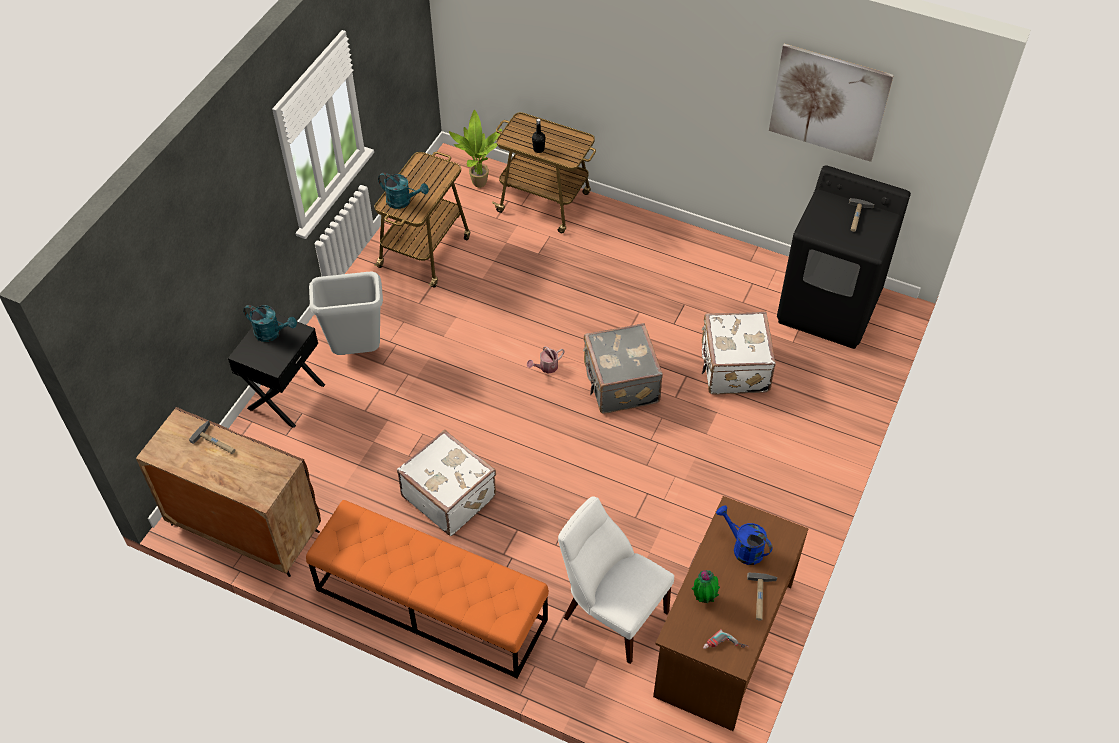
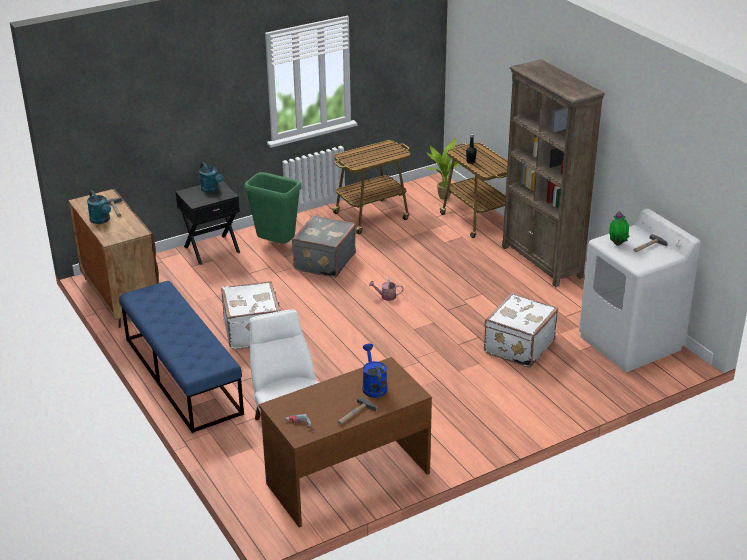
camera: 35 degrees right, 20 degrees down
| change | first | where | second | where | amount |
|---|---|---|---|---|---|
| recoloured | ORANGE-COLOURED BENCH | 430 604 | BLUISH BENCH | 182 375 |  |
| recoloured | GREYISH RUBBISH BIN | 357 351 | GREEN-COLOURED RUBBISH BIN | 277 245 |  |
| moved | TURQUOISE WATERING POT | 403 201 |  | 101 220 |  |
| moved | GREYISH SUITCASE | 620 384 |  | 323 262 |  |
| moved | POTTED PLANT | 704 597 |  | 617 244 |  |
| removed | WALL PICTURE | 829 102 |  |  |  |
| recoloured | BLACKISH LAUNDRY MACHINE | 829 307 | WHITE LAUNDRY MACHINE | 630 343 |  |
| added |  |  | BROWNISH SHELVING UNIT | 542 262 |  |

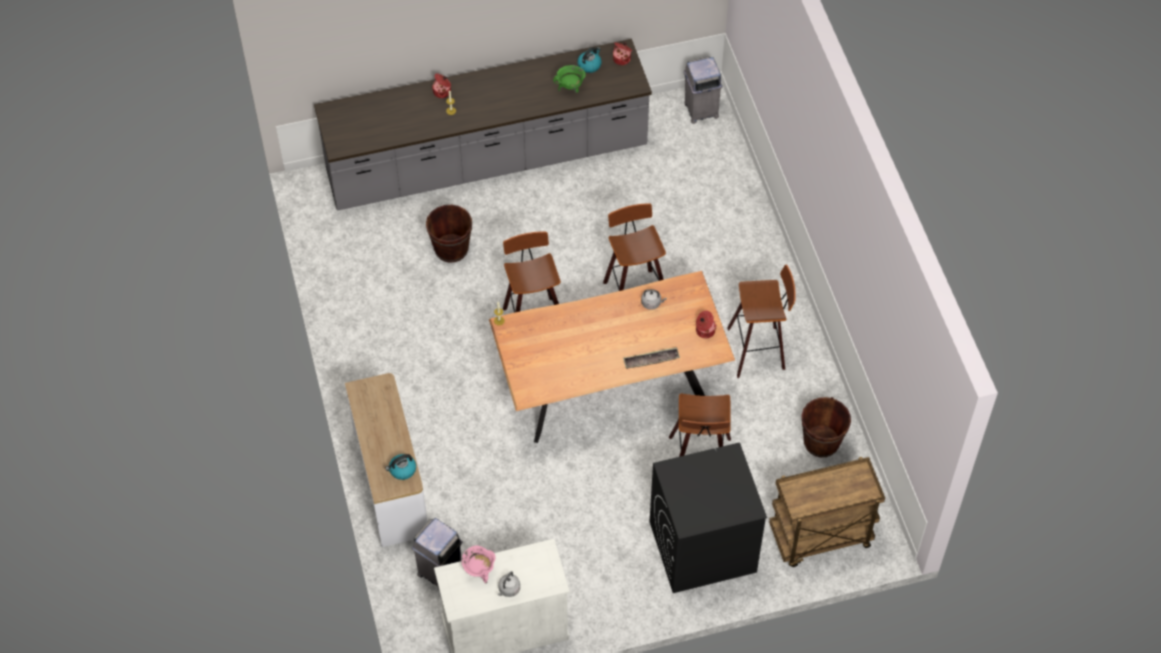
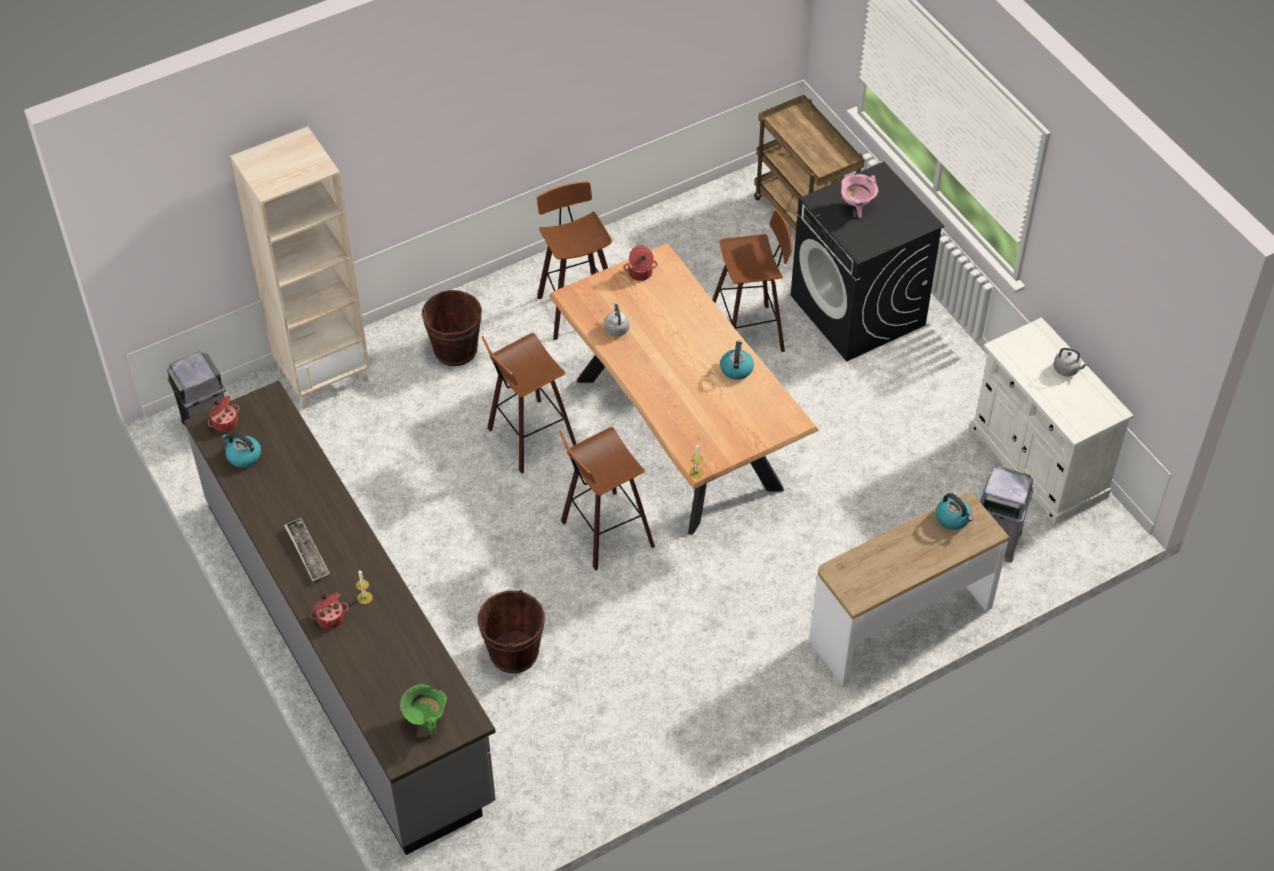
camera: 105 degrees left, 5 degrees down
| change | first | where | second | where | amount |
|---|---|---|---|---|---|
| moved | PINK-COLOURED STOCKPOT | 479 571 |  | 856 206 |  |
| moved | GREEN-COLOURED STOCKPOT | 570 88 |  | 425 721 |  |
| moved | SERVING TRAY | 651 360 |  | 307 553 |  |
| moved | BROWNISH PAIL | 821 442 |  | 455 349 |  |
| added |  |  | SAND-COLOURED SHELVING UNIT | 323 374 |  |
| added |  |  | WATER KETTLE | 736 368 |  |

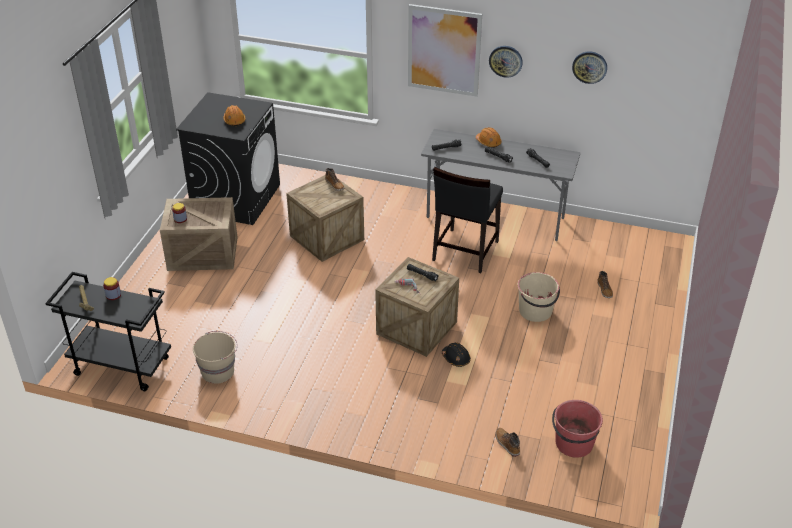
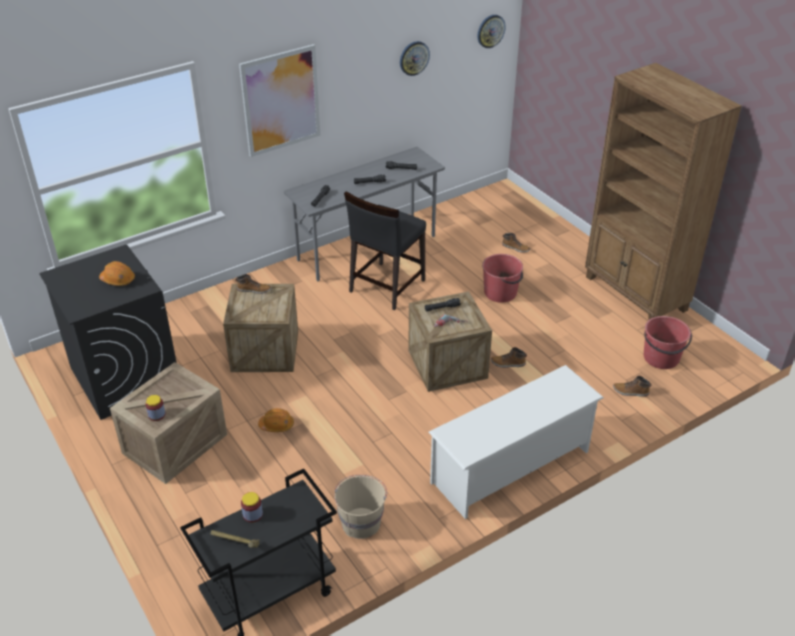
camera: 50 degrees left, 0 degrees up
| change | first | where | second | where | amount |
|---|---|---|---|---|---|
| turned | BLACKISH CHAIR | 464 251 |  | 386 286 | 60 degrees clockwise |
| replaced | BLACKISH HARD HAT | 456 358 | HIGH-TOP BOOT | 508 363 |  |
| moved | ORANGE-COLOURED HARD HAT | 488 142 |  | 277 425 |  |
| moved | HANGING CLOCK | 505 61 |  | 490 31 |  |
| recoloured | SAND-COLOURED PAIL | 536 311 | REDDISH PAIL | 501 292 |  |
| added |  |  | WHITE SHOE STAND | 511 467 |  |
| added |  |  | BROWNISH SHELVING UNIT | 635 294 |  |

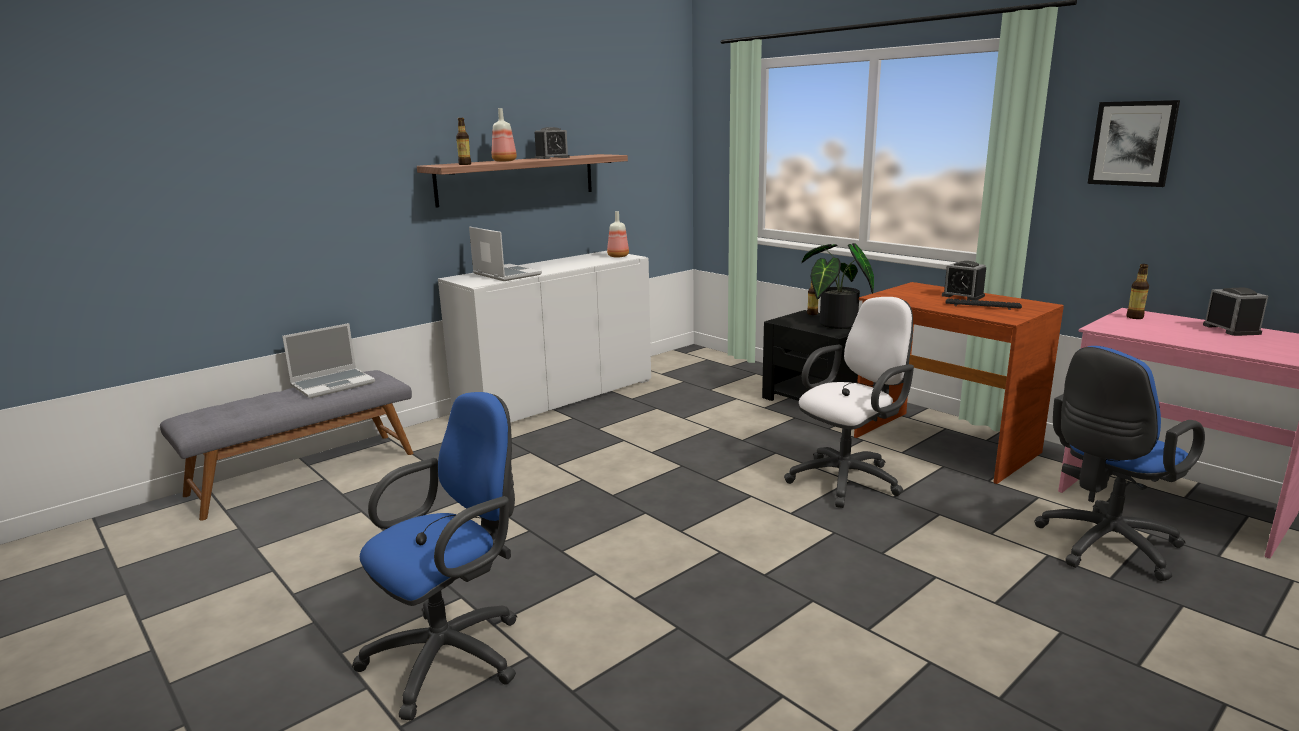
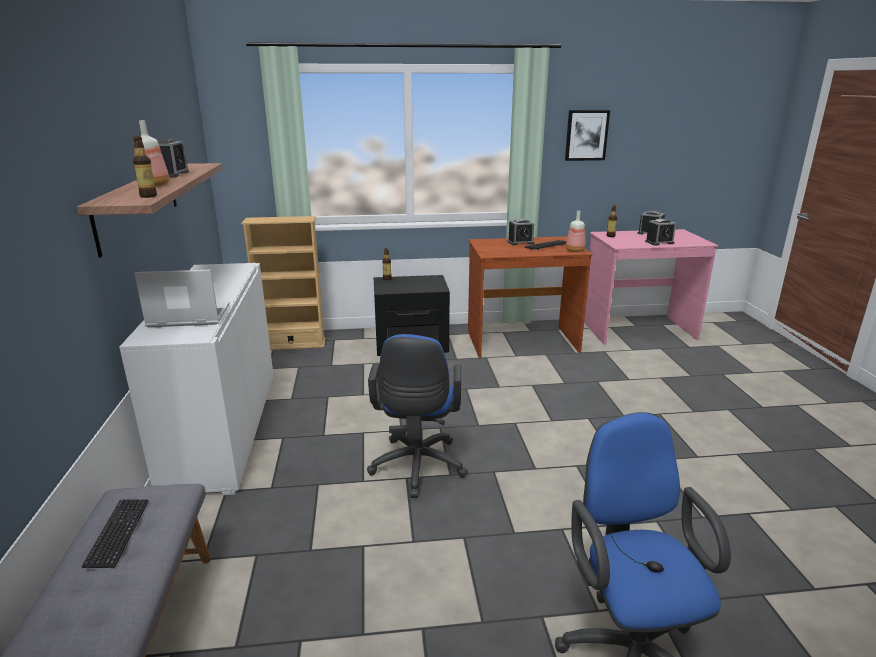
camera: 55 degrees left, 5 degrees up
| change | first | where | second | where | amount |
|---|---|---|---|---|---|
| replaced | PORTABLE COMPUTER | 333 384 | COMPUTER KEYBOARD | 118 533 |  |
| moved | DRINK BOTTLE | 617 256 |  | 575 250 |  |
| removed | WHITE DESK CHAIR | 849 479 |  |  |  |
| removed | POTTED PLANT | 834 325 |  |  |  |
| moved | BLUISH DESK CHAIR | 1103 547 |  | 417 469 |  |
| added |  |  | SAND-COLOURED SHELVING UNIT | 292 344 |  |
| added |  |  | TABLE CLOCK | 659 242 |  |

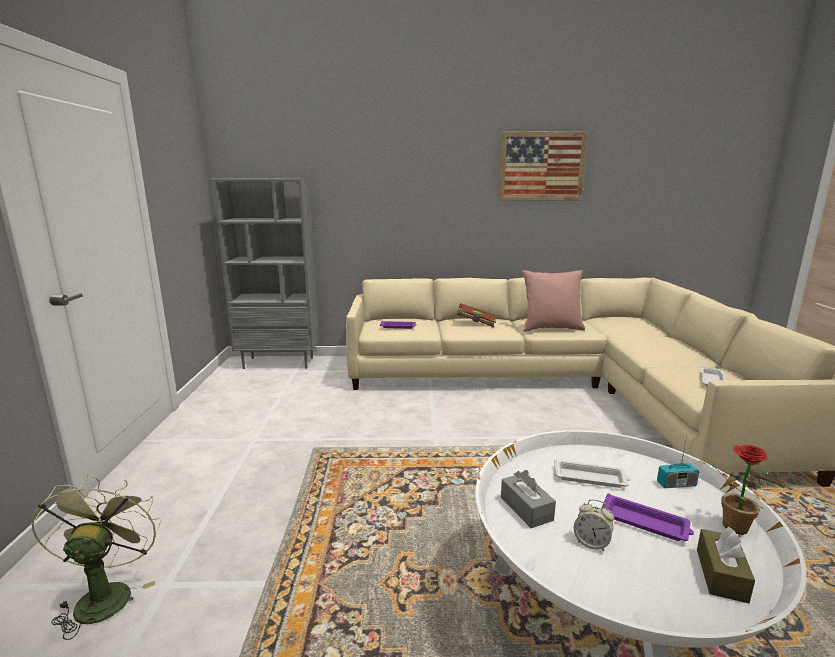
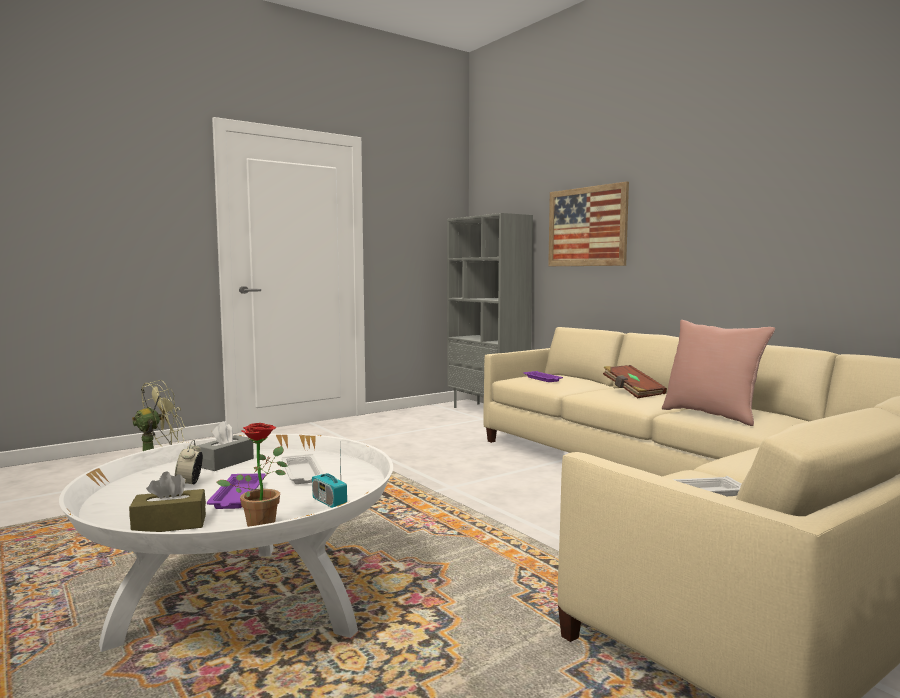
camera: 55 degrees right, 10 degrees down
| change | first | where | second | where | amount |
|---|---|---|---|---|---|
| moved | WALL PICTURE | 541 166 |  | 587 227 |  |

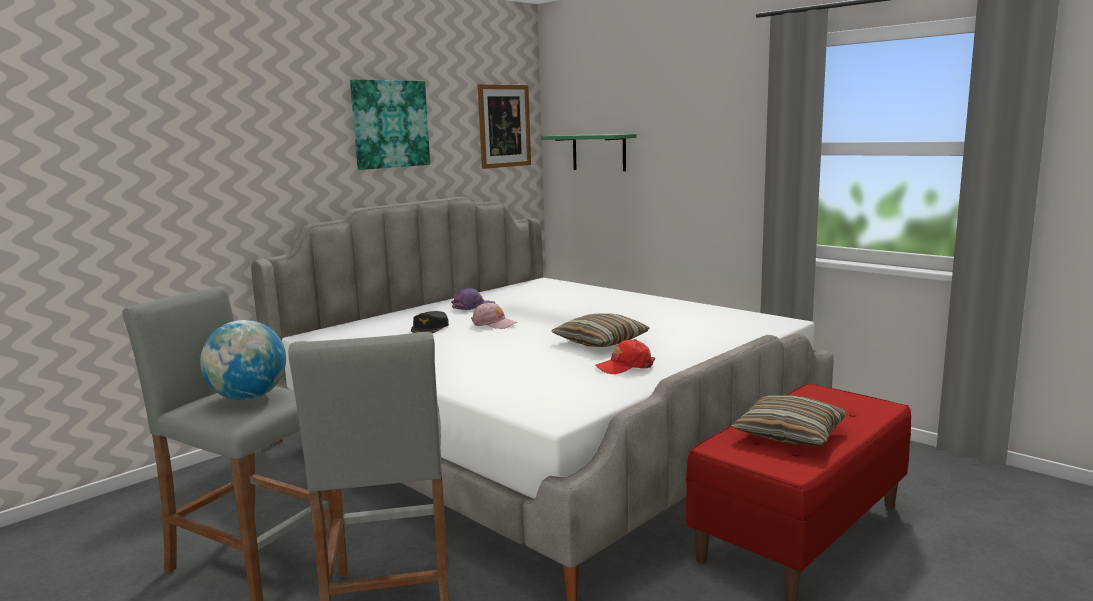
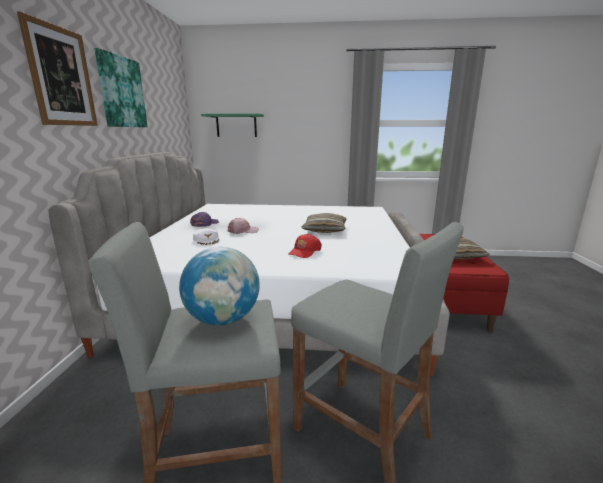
camera: 40 degrees left, 5 degrees up
| change | first | where | second | where | amount |
|---|---|---|---|---|---|
| recoloured | BLACKISH PEAKED CAP | 430 328 | WHITE PEAKED CAP | 207 240 |  |
| moved | WALL PICTURE | 504 126 |  | 61 77 |  |
| moved | REDDISH PEAKED CAP | 625 366 |  | 304 251 |  |

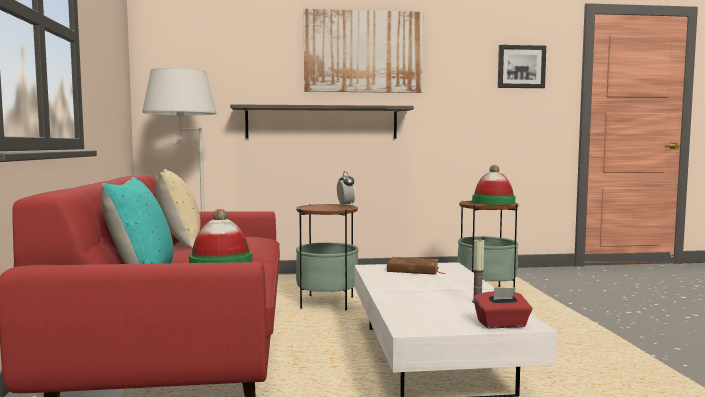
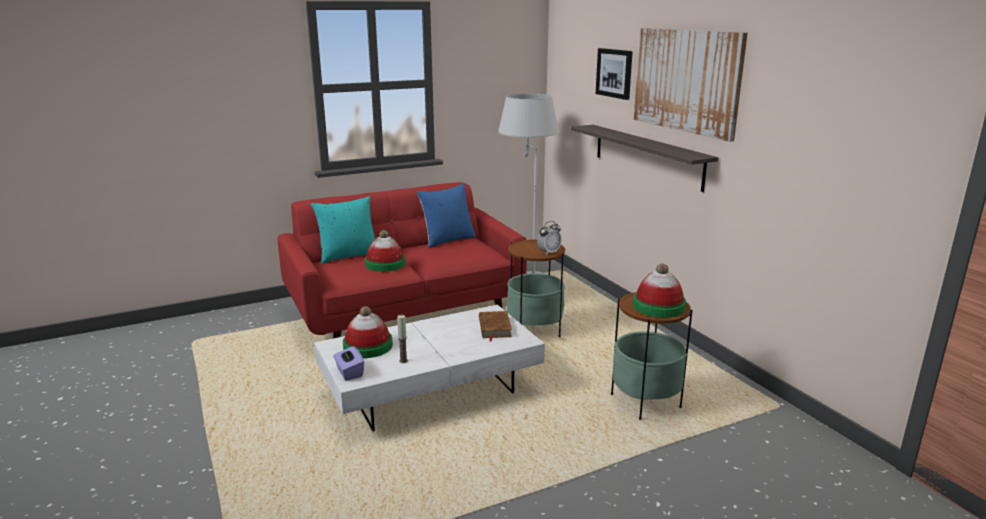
camera: 70 degrees right, 15 degrees up
| change | first | where | second | where | amount |
|---|---|---|---|---|---|
| recoloured | SAND-COLOURED CUSHION | 179 243 | BLUISH CUSHION | 447 240 |  |
| recoloured | REDDISH TISSUE HOLDER | 502 324 | PURPLISH TISSUE HOLDER | 349 372 |  |
| moved | WALL PICTURE | 521 67 |  | 614 73 |  |
| added |  |  | HAT | 368 346 |  |

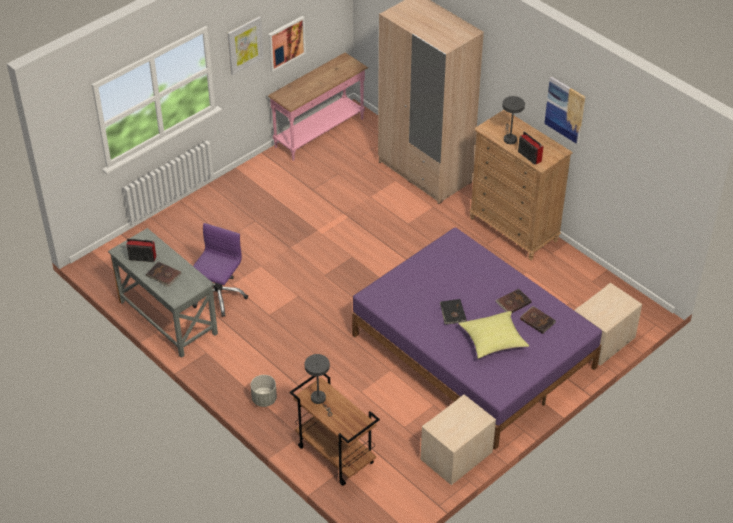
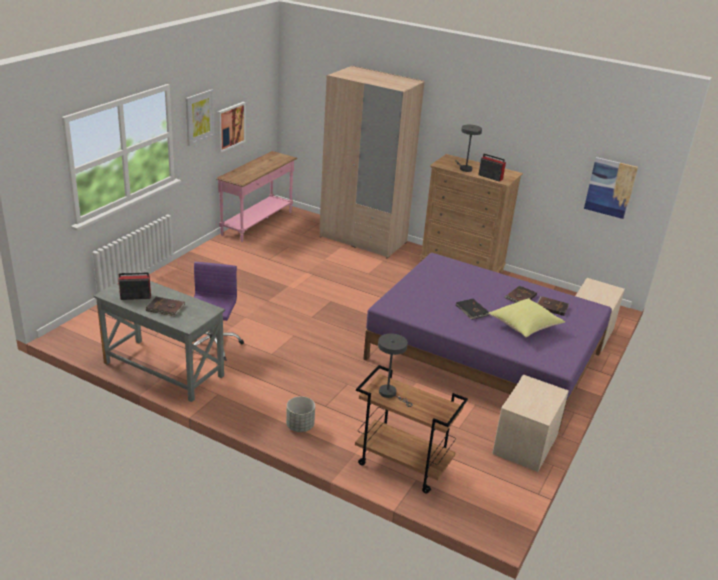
camera: 20 degrees left, 15 degrees down
| change | first | where | second | where | amount |
|---|---|---|---|---|---|
| moved | WALL PICTURE | 565 110 |  | 610 187 |  |

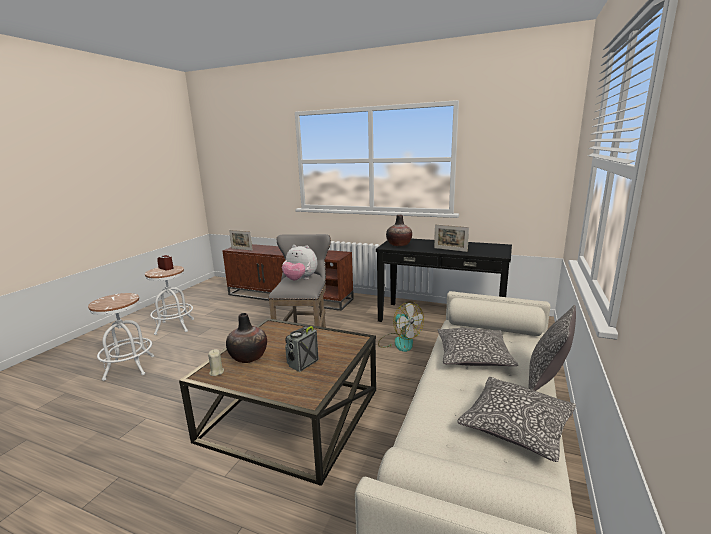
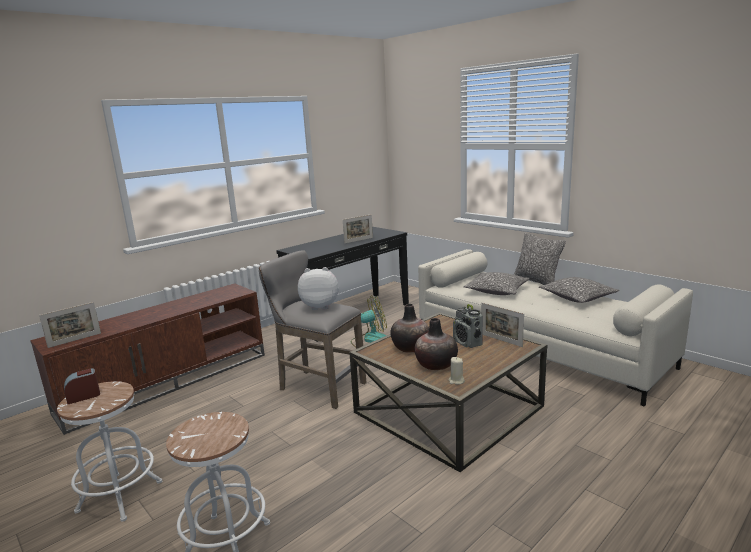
camera: 65 degrees left, 0 degrees up
| change | first | where | second | where | amount |
|---|---|---|---|---|---|
| turned | SOFT TOY | 300 280 |  | 320 306 | 135 degrees counterclockwise |
| moved | DECORATIVE VASE | 399 244 |  | 410 348 |  |
| added |  |  | PHOTO FRAME | 501 340 |  |

